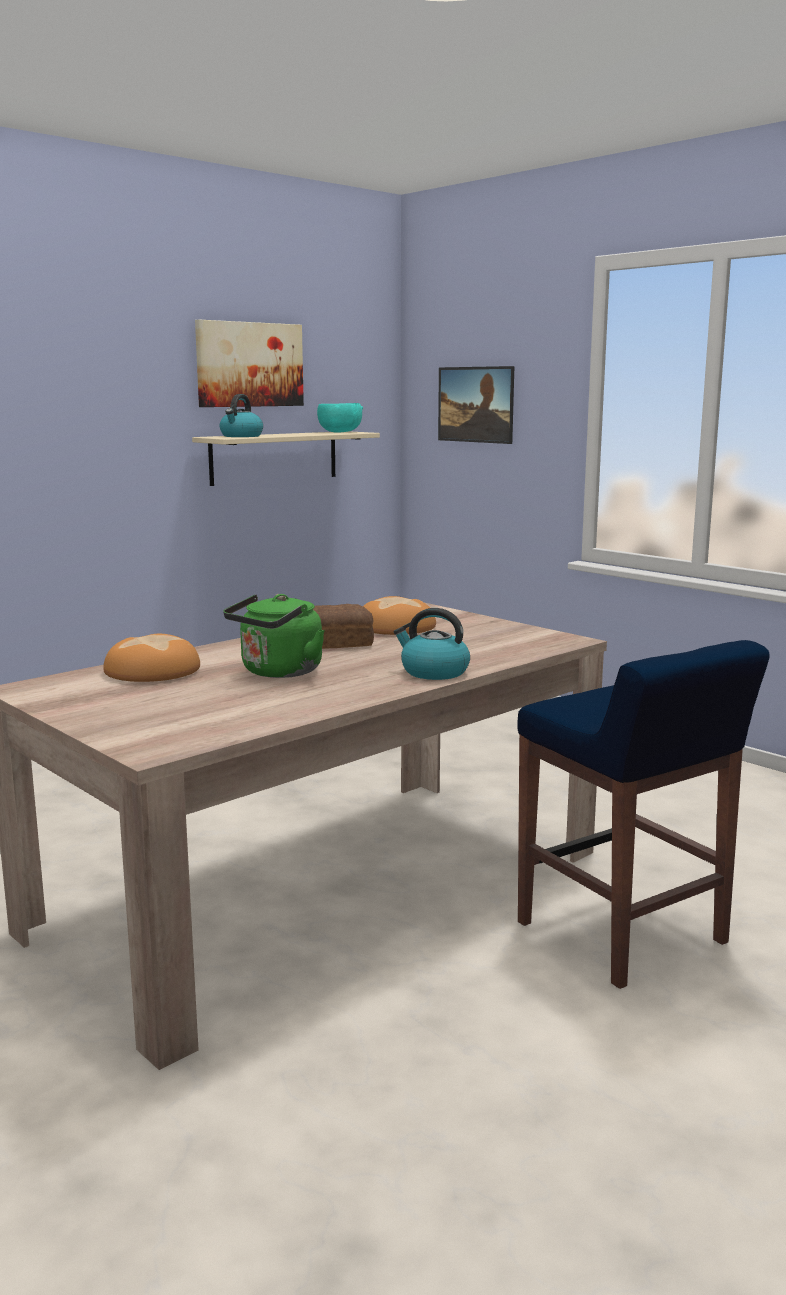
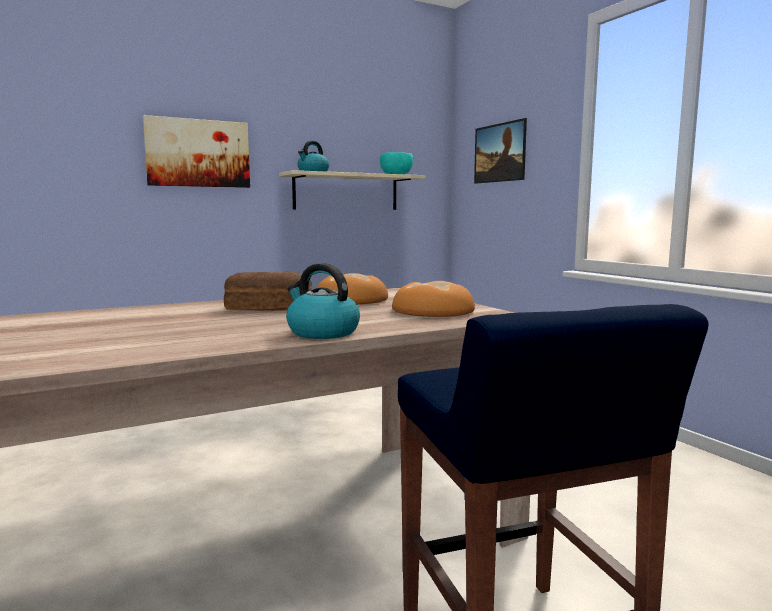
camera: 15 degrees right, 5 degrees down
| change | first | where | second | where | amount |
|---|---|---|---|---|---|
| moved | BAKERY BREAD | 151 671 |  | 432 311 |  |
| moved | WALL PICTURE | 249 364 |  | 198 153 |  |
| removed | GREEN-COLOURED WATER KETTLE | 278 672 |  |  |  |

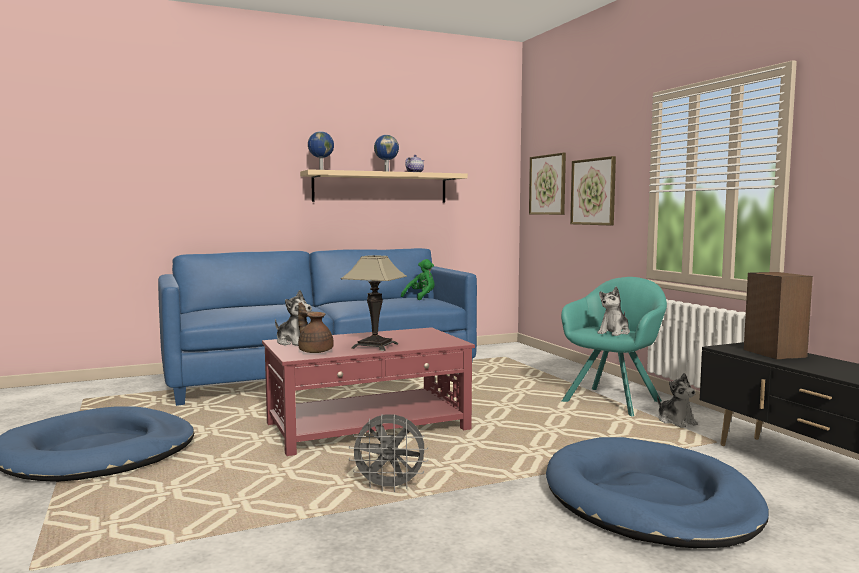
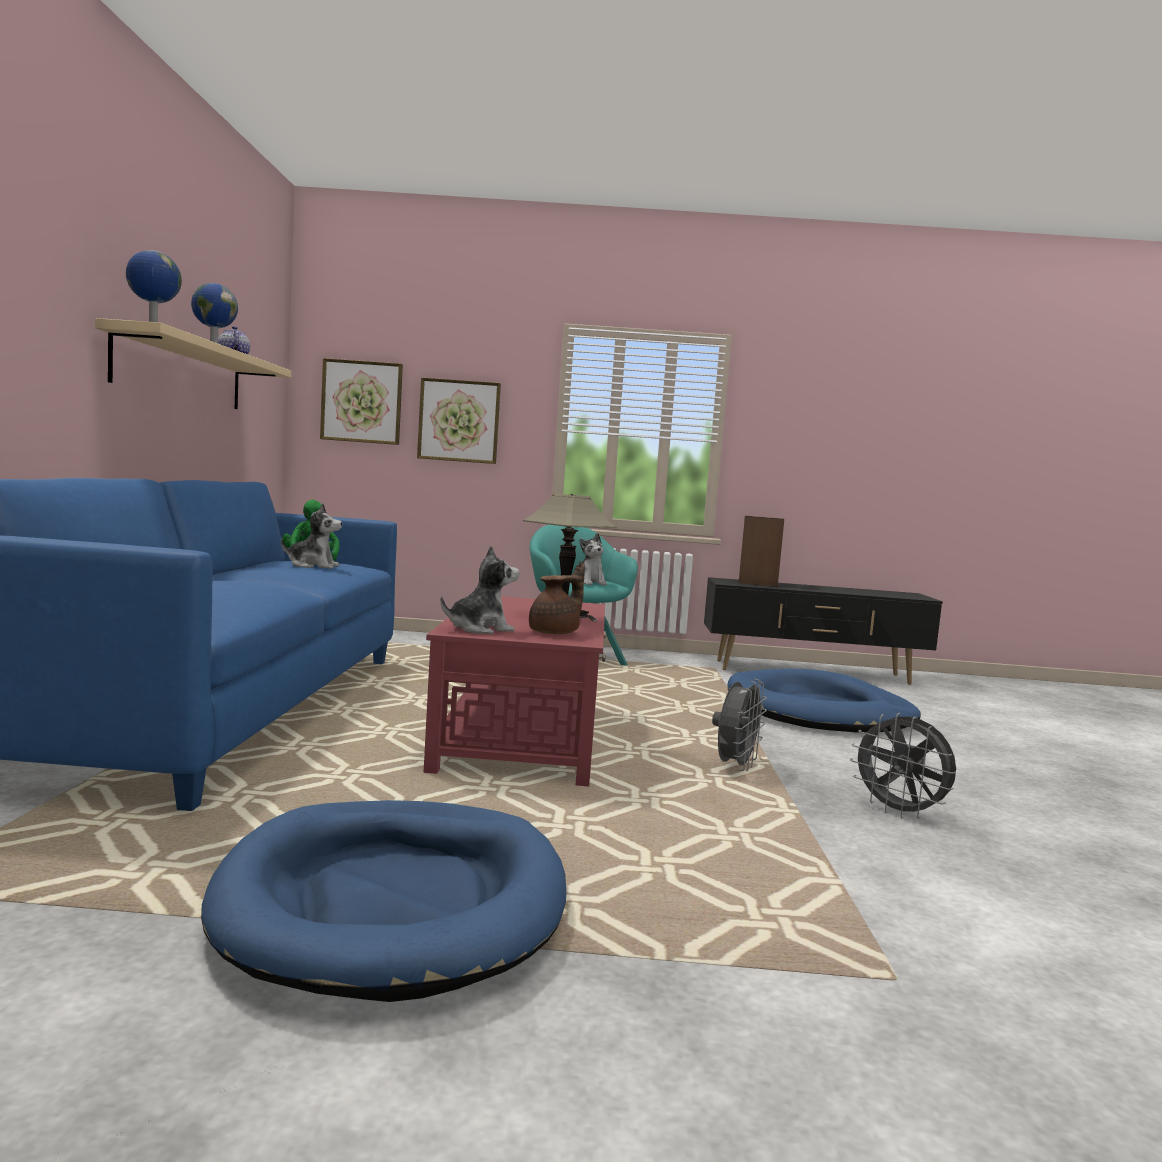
camera: 65 degrees left, 0 degrees up
| change | first | where | second | where | amount |
|---|---|---|---|---|---|
| turned | BROWNISH TEA POT | 315 351 |  | 556 633 | 150 degrees clockwise |
| moved | SOFT TOY | 676 421 |  | 313 566 |  |
| added |  |  | GREYISH FAN | 900 812 |  |

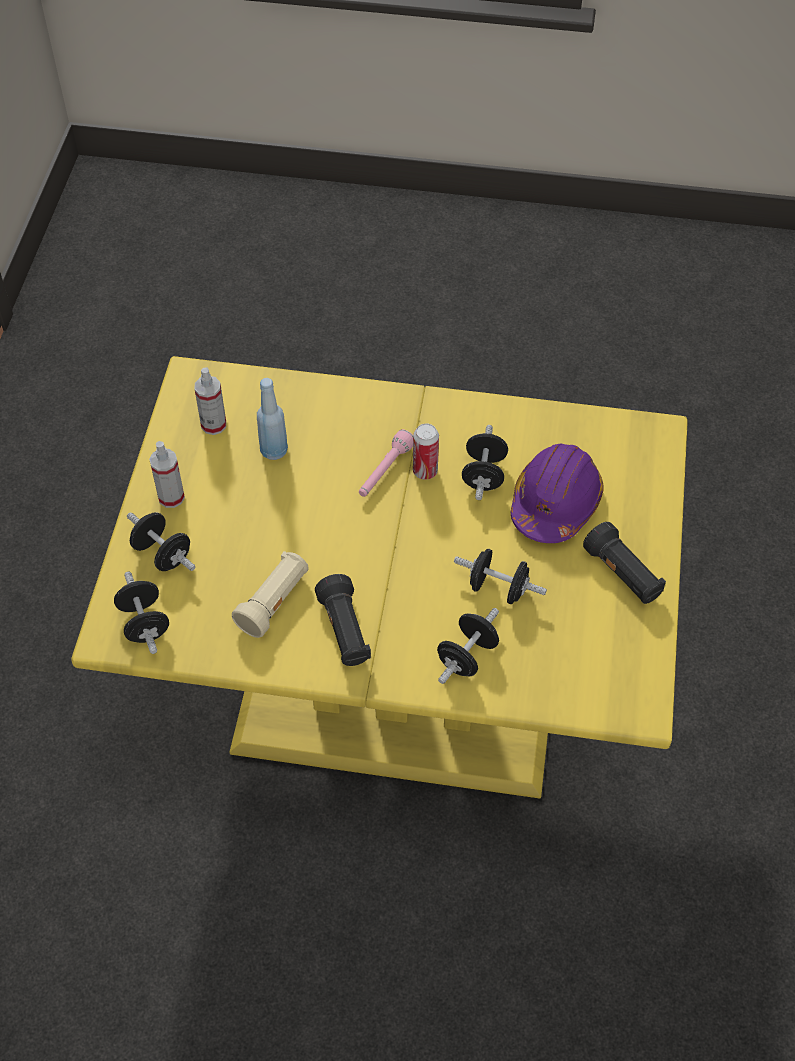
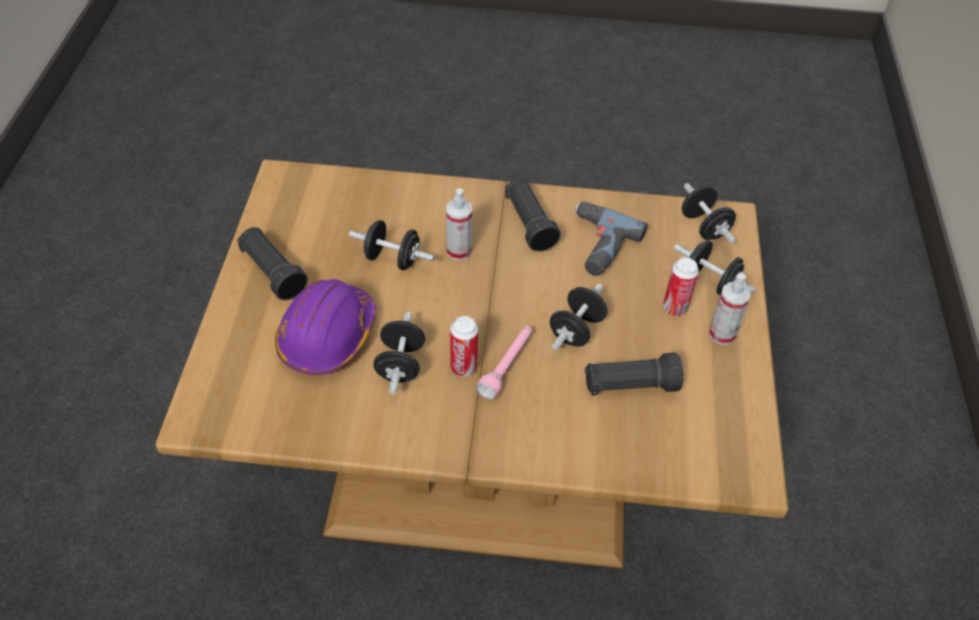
camera: 175 degrees right, 5 degrees down
| change | first | where | second | where | amount |
|---|---|---|---|---|---|
| recoloured | YELLOW-COLOURED DINING TABLE | 397 692 | BROWNISH DINING TABLE | 481 479 |  |
| moved | SPRAYER | 213 425 |  | 458 251 |  |
| replaced | SAND-COLOURED HAND TORCH | 274 602 | POWER DRILL | 596 245 |  |
| replaced | BLUISH DRINK BOTTLE | 274 451 | BLACKISH HAND TORCH | 629 386 |  |
| moved | BLACKISH FREE WEIGHT | 467 656 |  | 576 330 |  |
| added |  |  | CAN | 675 308 |  |

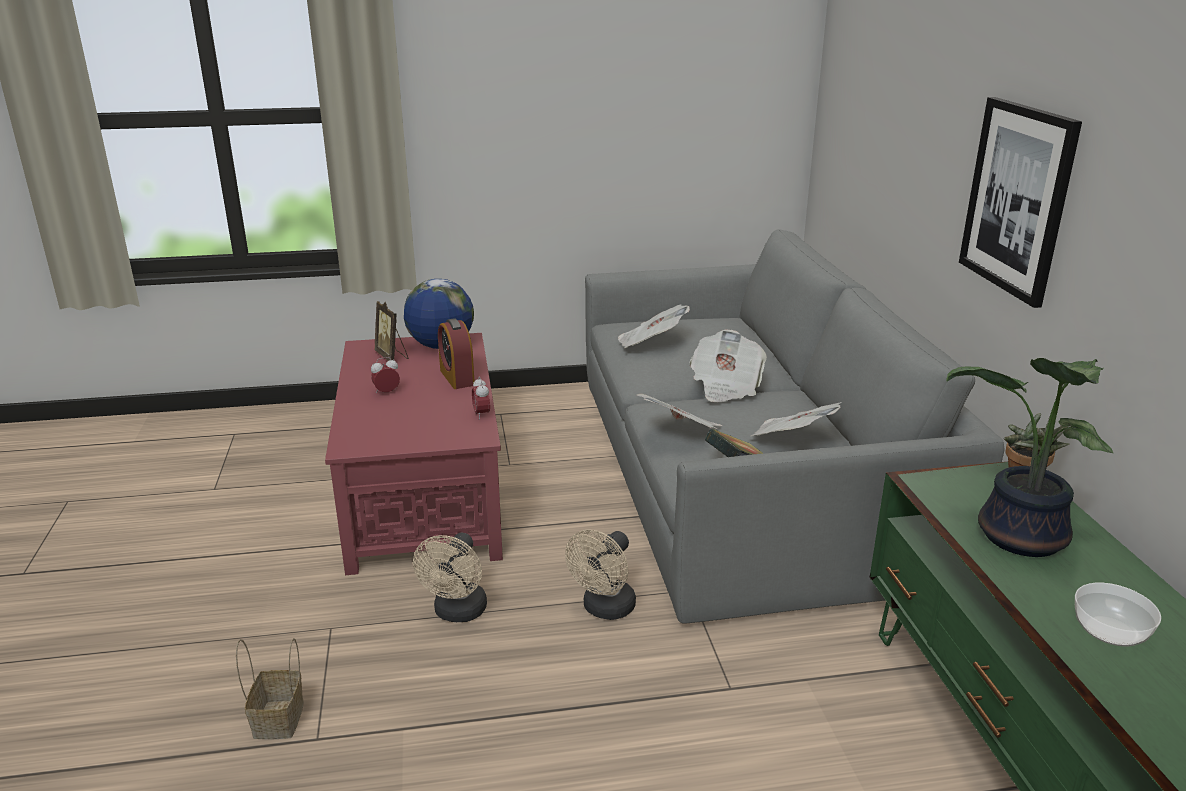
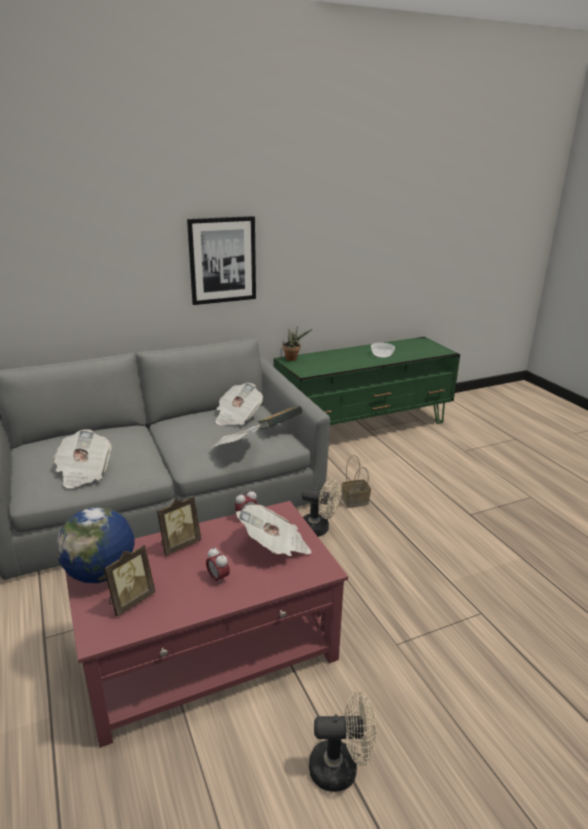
camera: 105 degrees left, 0 degrees up
| change | first | where | second | where | amount |
|---|---|---|---|---|---|
| moved | HOUSEHOLD BASKET | 279 721 |  | 355 500 |  |
| moved | SAND-COLOURED FAN | 457 613 |  | 341 768 |  |
| replaced | TABLE CLOCK | 457 377 | PHOTO FRAME | 179 545 |  |
| moved | PRINTED PAPER | 725 386 |  | 275 547 |  |
| removed | POTTED PLANT | 1017 538 |  |  |  |

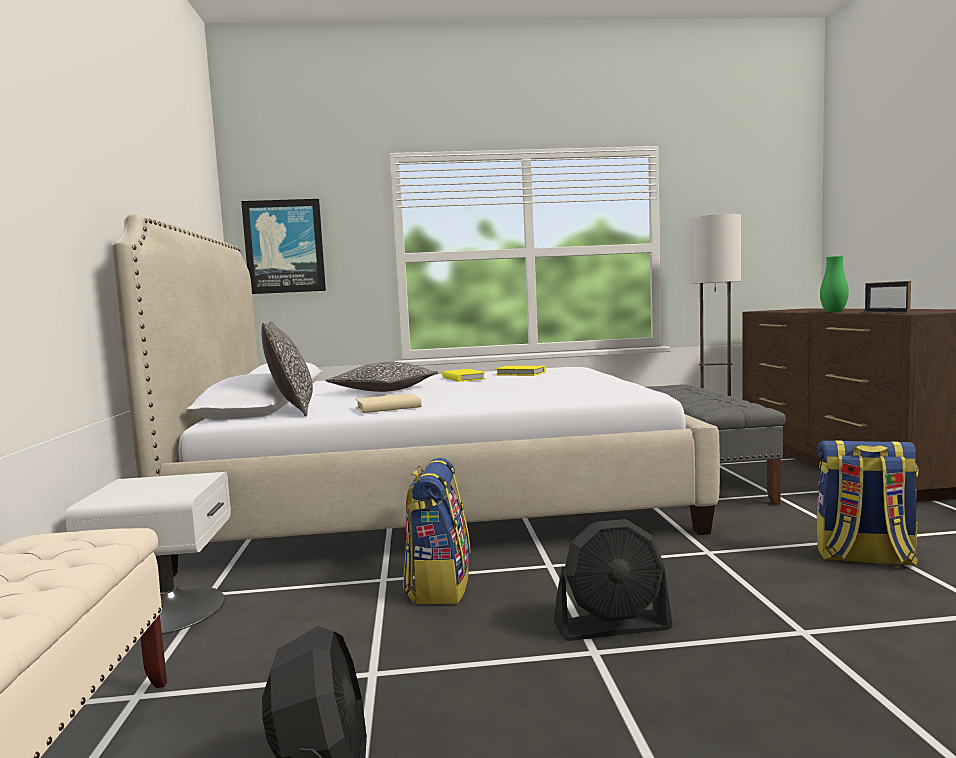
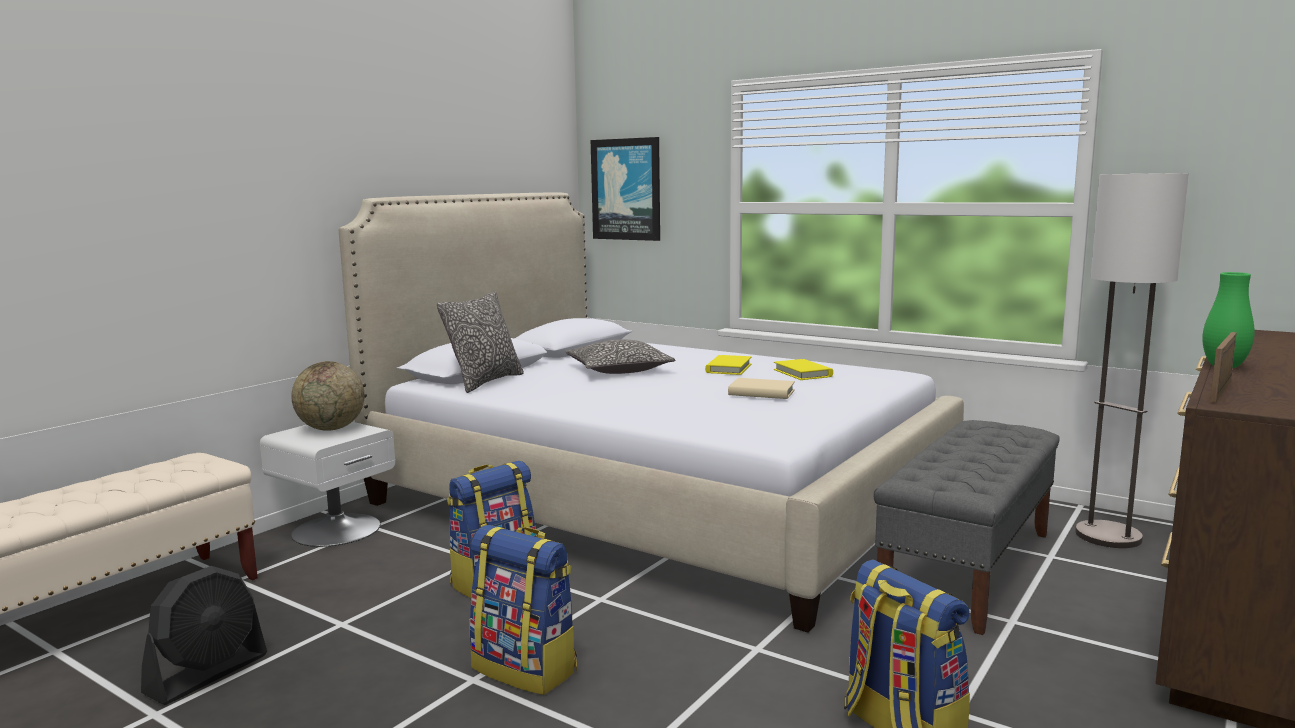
camera: 40 degrees right, 5 degrees up
| change | first | where | second | where | amount |
|---|---|---|---|---|---|
| moved | SAND-COLOURED VOLUME | 388 407 |  | 761 393 |  |
| replaced | BLACKISH FAN | 612 626 | BACKPACK | 526 669 |  |
| added |  |  | DESK GLOBE | 331 428 |  |

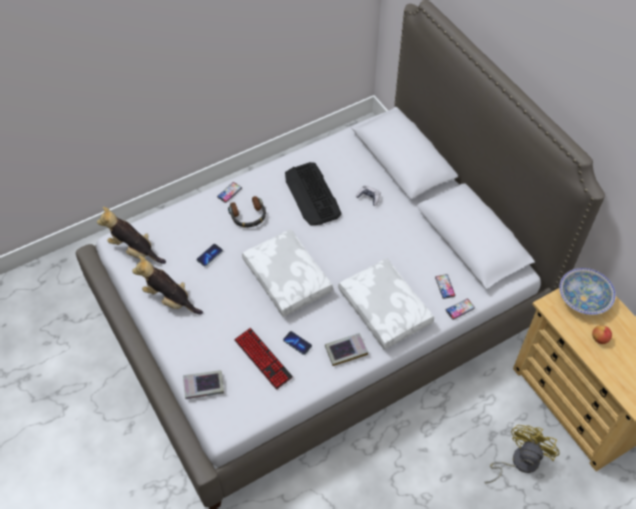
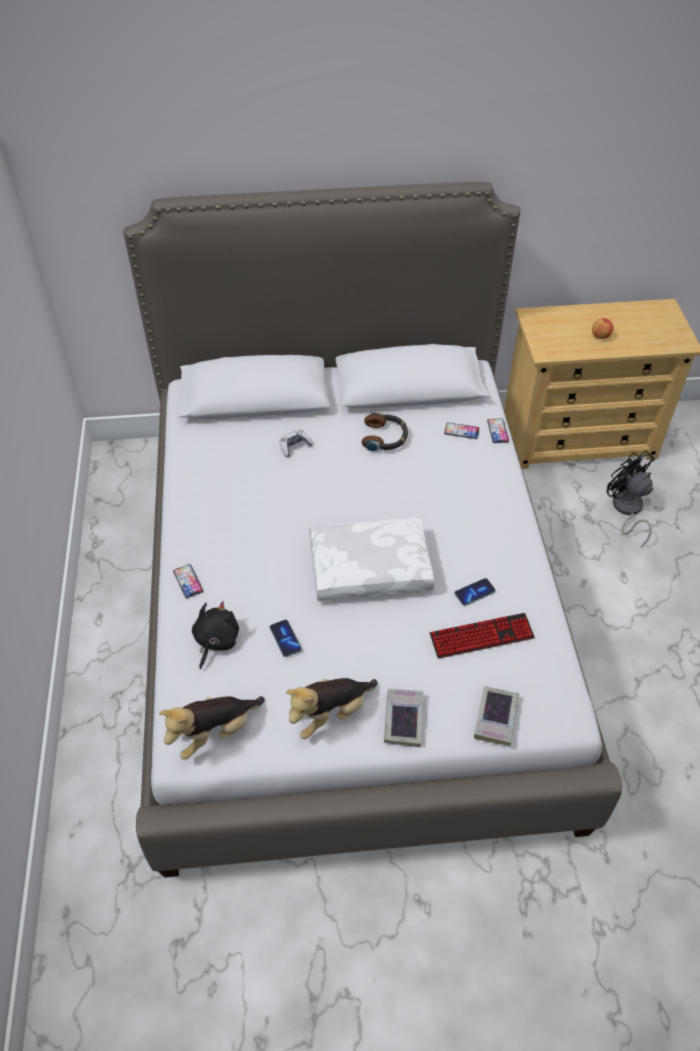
camera: 65 degrees left, 5 degrees down
| change | first | where | second | where | amount |
|---|---|---|---|---|---|
| moved | HEADSET | 248 216 |  | 385 437 |  |
| removed | COMPUTER KEYBOARD | 312 194 |  |  |  |
| moved | VOLUME | 346 351 |  | 403 719 |  |
| removed | WHITE CUSHION | 386 309 |  |  |  |
| recoloured | YELLOW-COLOURED FAN | 519 462 | BLACKISH FAN | 626 510 |  |
| removed | SERVING BOWL | 583 298 |  |  |  |
| added |  |  | BLACKISH SOFT TOY | 215 641 |  |

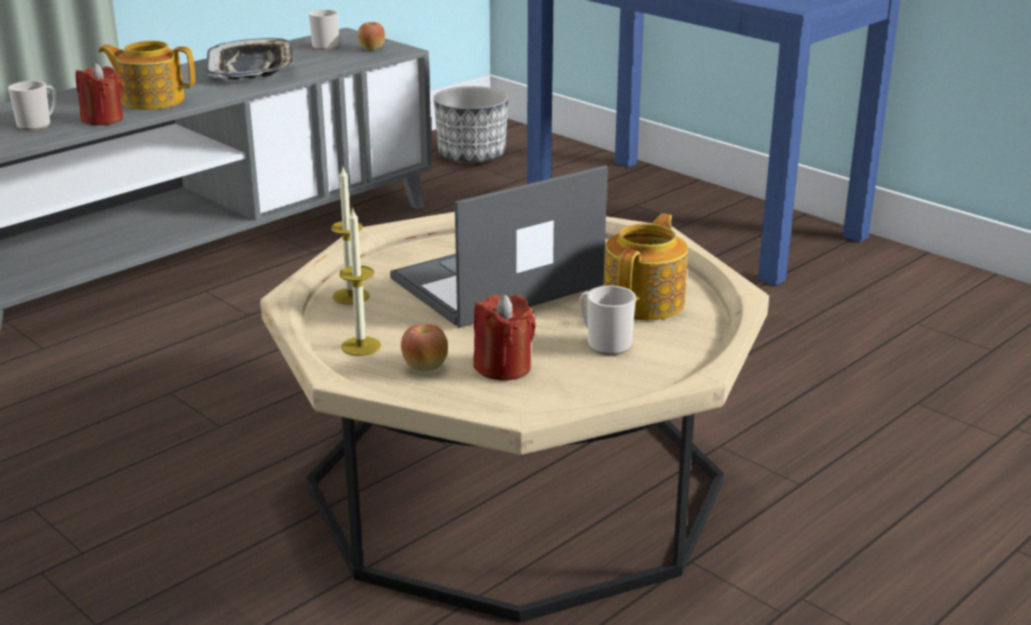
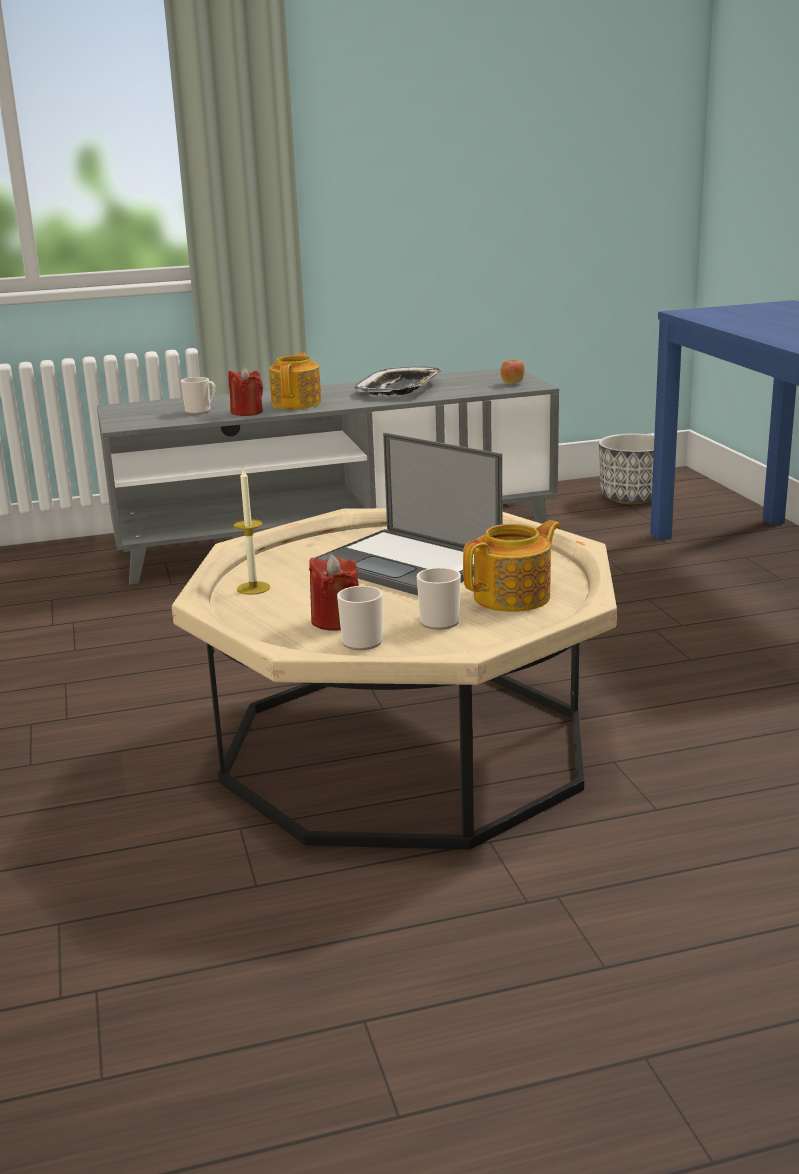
camera: 30 degrees right, 5 degrees down
| change | first | where | second | where | amount |
|---|---|---|---|---|---|
| turned | TEA POT | 152 100 |  | 297 403 | 60 degrees clockwise |
| moved | COFFEE MUG | 325 45 |  | 364 640 |  |
| removed | WAX LIGHT | 351 296 |  |  |  |
| turned | PORTABLE COMPUTER | 495 283 |  | 410 564 | 135 degrees counterclockwise |
| removed | APPLE FRUIT | 425 367 |  |  |  |

